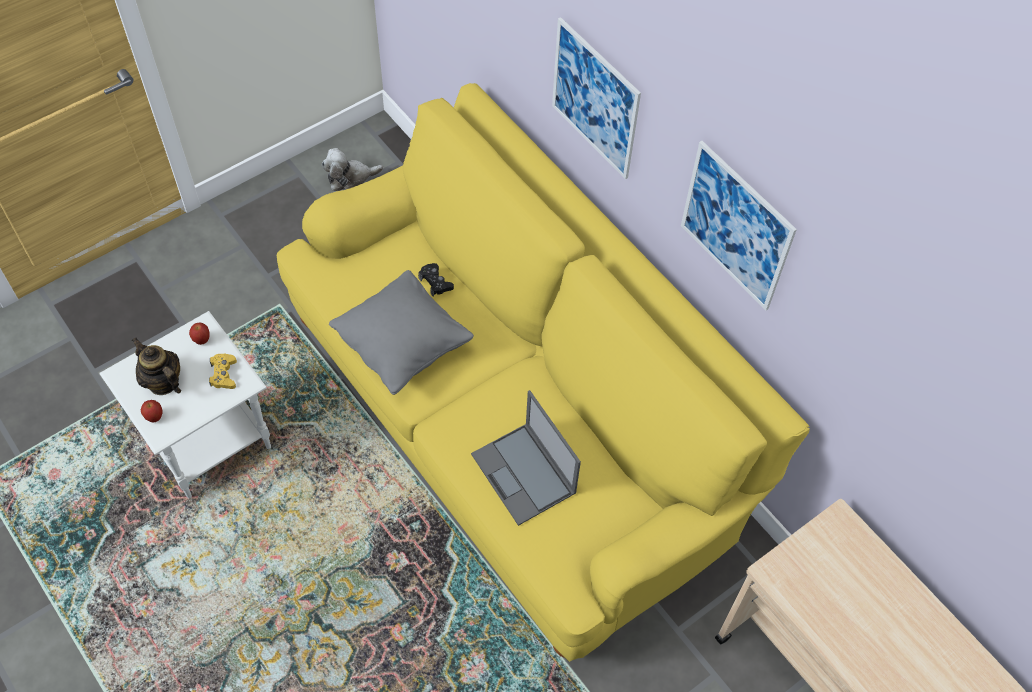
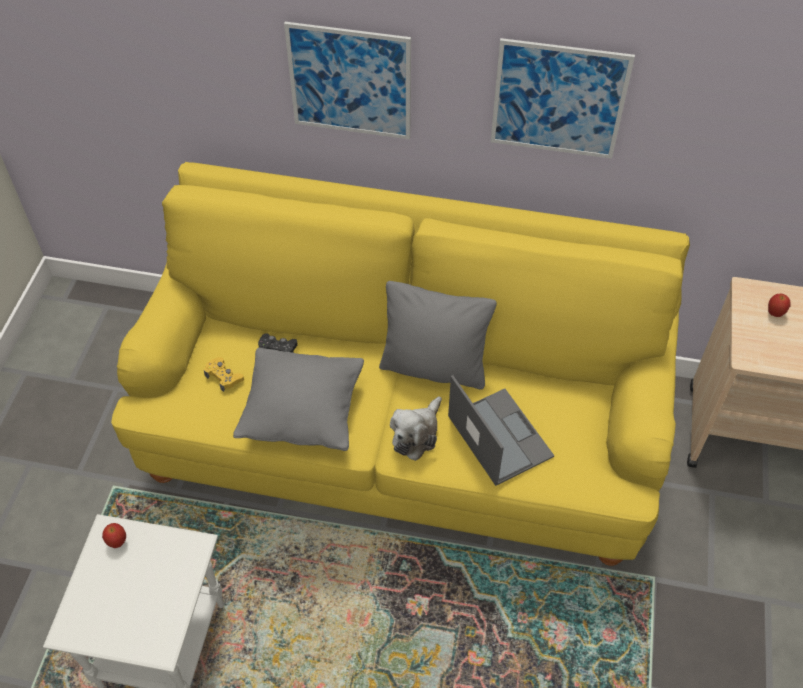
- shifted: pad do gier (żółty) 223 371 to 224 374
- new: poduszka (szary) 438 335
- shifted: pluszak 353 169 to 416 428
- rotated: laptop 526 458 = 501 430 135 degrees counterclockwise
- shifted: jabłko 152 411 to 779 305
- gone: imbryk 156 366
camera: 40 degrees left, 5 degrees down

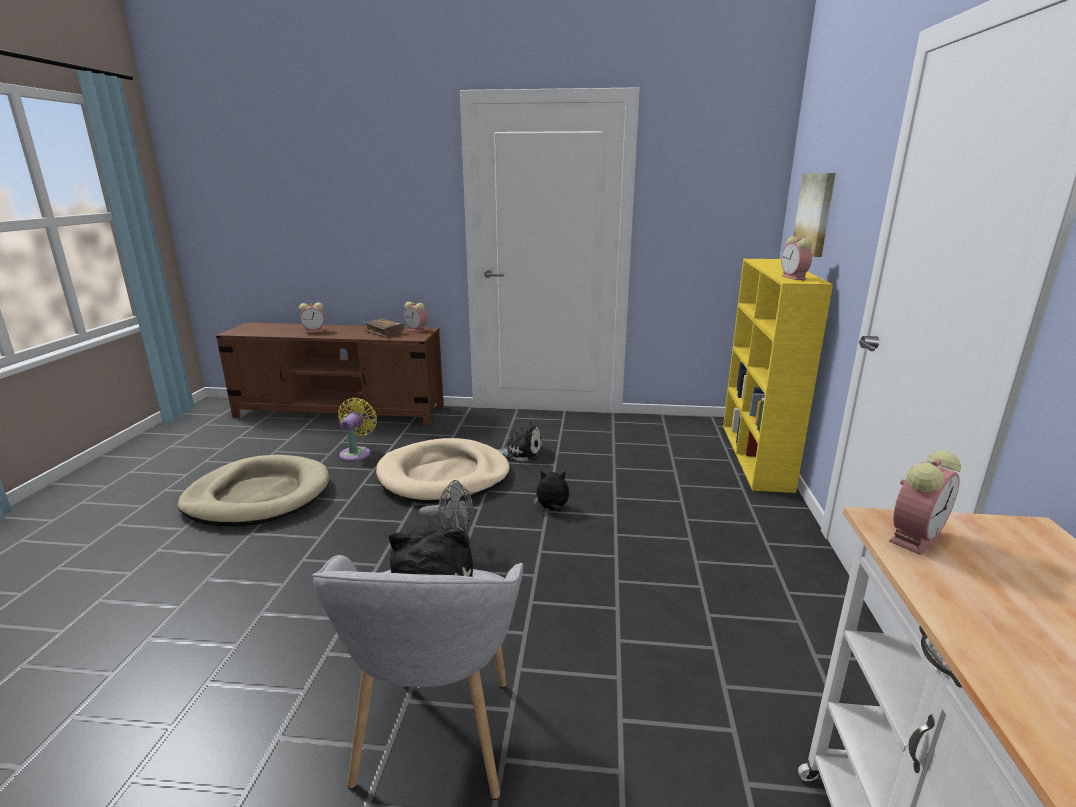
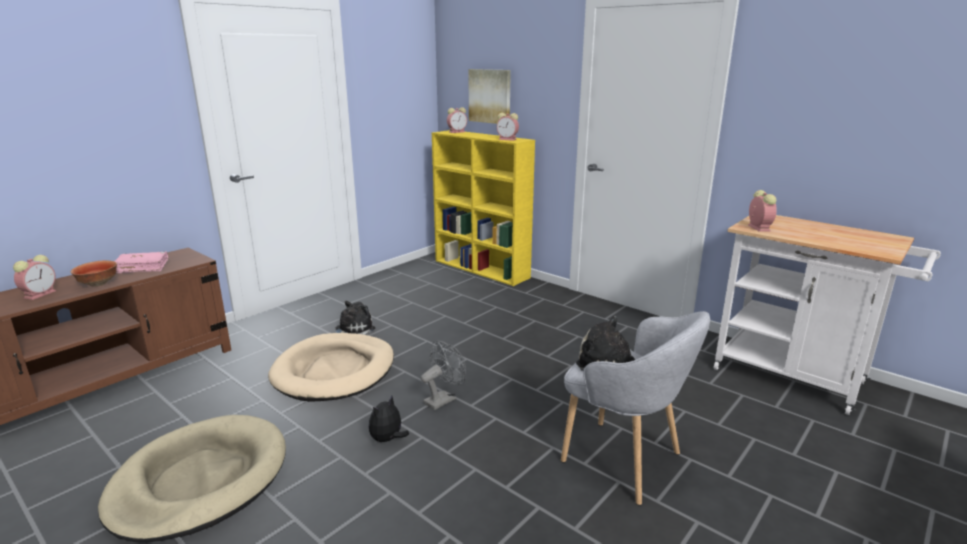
- new: miska 94 274
- repainted: książka (brązowy) 384 328 to książka (różowy) 141 263
- shifted: pluszak 551 491 to 389 419
- shifted: budzik 415 317 to 457 120
- gone: wentylator (żółty) 357 430
camera: 55 degrees left, 0 degrees up

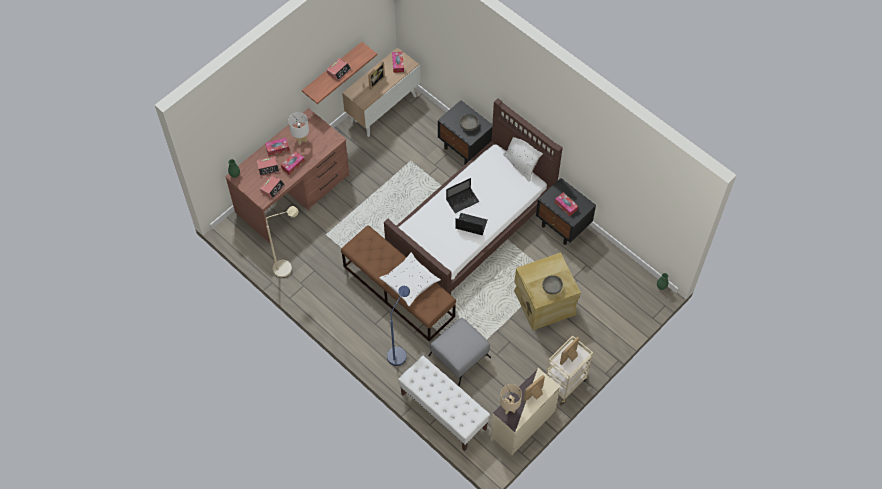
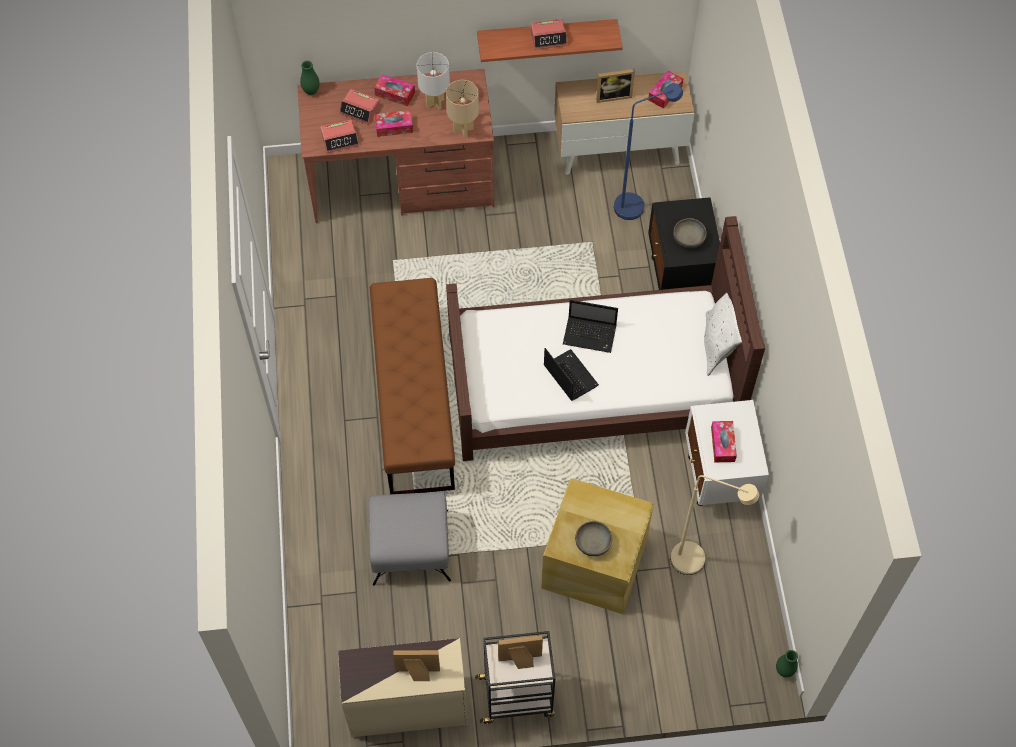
- shifted: lampa stołowa (beżowy) 511 399 to 462 109
- repainted: wózek (beżowy) 569 371 to wózek (czarny) 515 677
- shifted: lampa stojąca (niebieski) 398 326 to 648 151
- shifted: lampa stojąca (beżowy) 282 242 to 715 525
- repainted: szafka nocna (czarny) 566 211 to szafka nocna (biały) 727 453
- gone: poduszka (biały) 410 279
- gone: ławka (biały) 444 403
camera: 40 degrees right, 0 degrees up

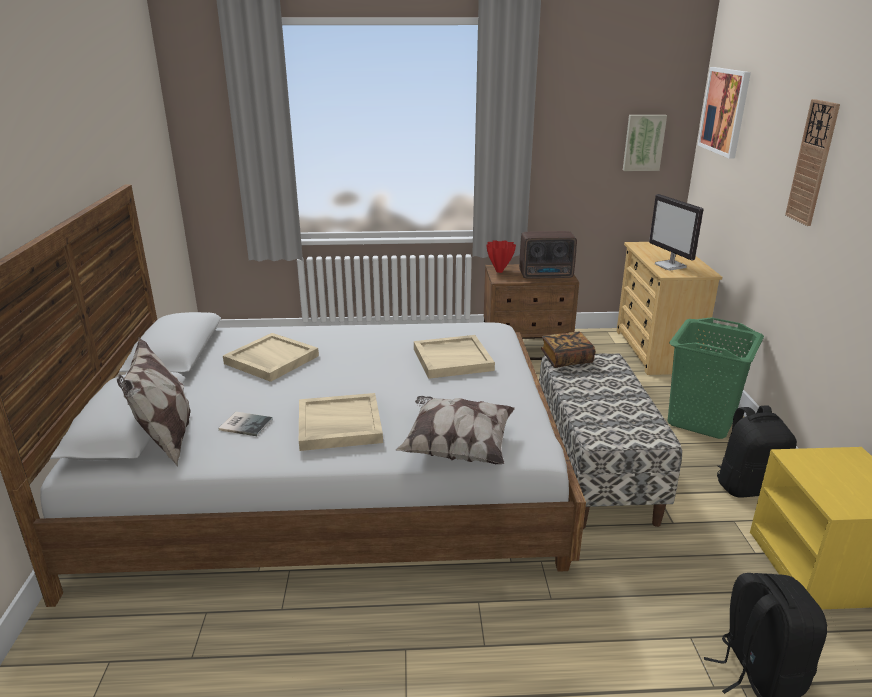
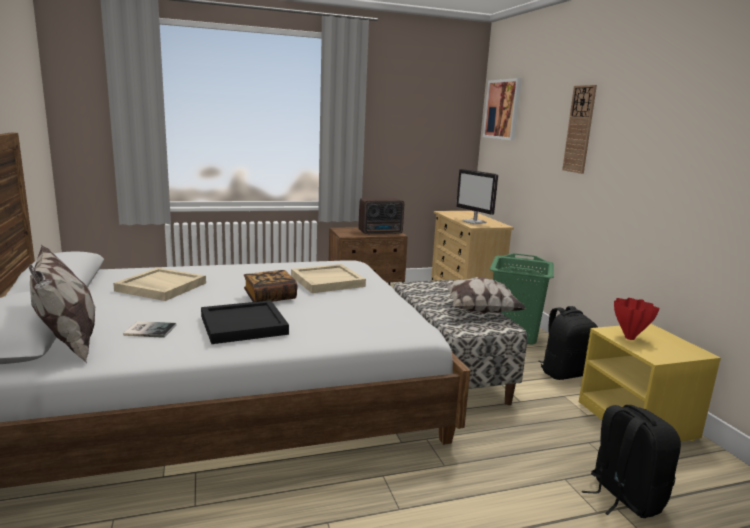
- repainted: taca (beżowy) 341 422 to taca (czarny) 245 322
- shifted: książka 568 350 to 271 286
- shifted: poduszka 455 430 to 482 295
- shifted: wazon (czerwony) 501 256 to 637 319
- gone: obraz 645 143
camera: 15 degrees left, 10 degrees down

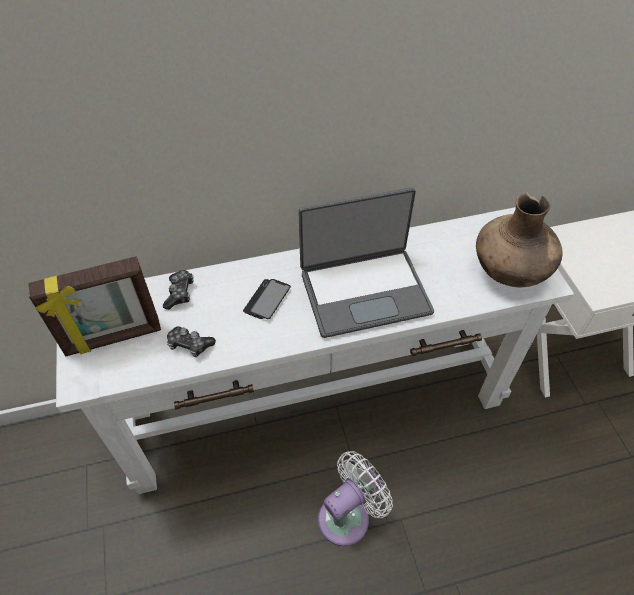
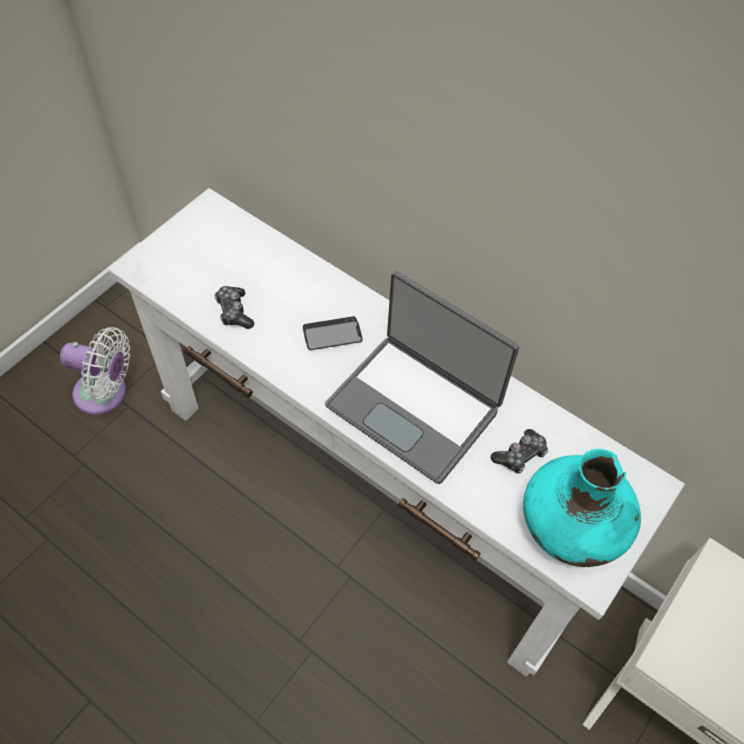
- shifted: wentylator (biały) 355 498 to 95 371
- shifted: pad do gier 178 290 to 519 451
- repainted: wazon (brązowy) 519 240 to wazon (turkusowy) 582 508
- gone: ramka na zdjęcie 94 306
camera: 50 degrees right, 5 degrees up

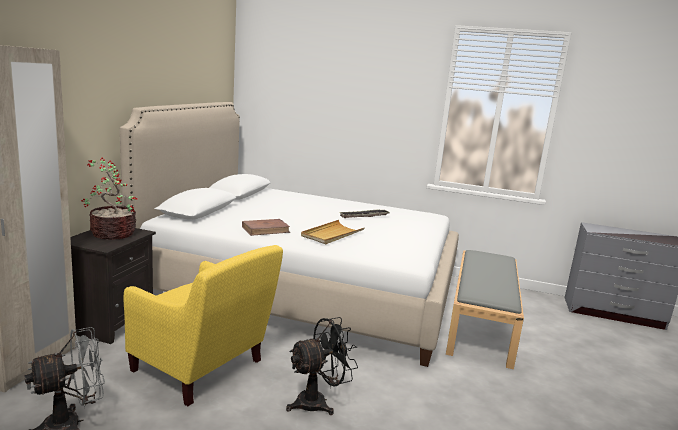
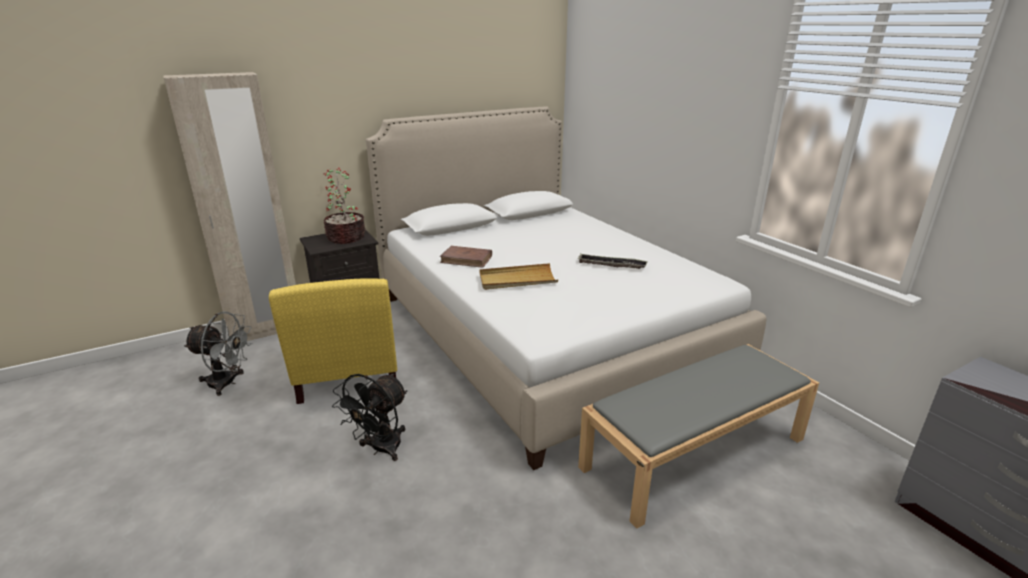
- rotated: wentylator (czarny) 322 366 = 369 417 105 degrees clockwise
camera: 45 degrees right, 10 degrees up

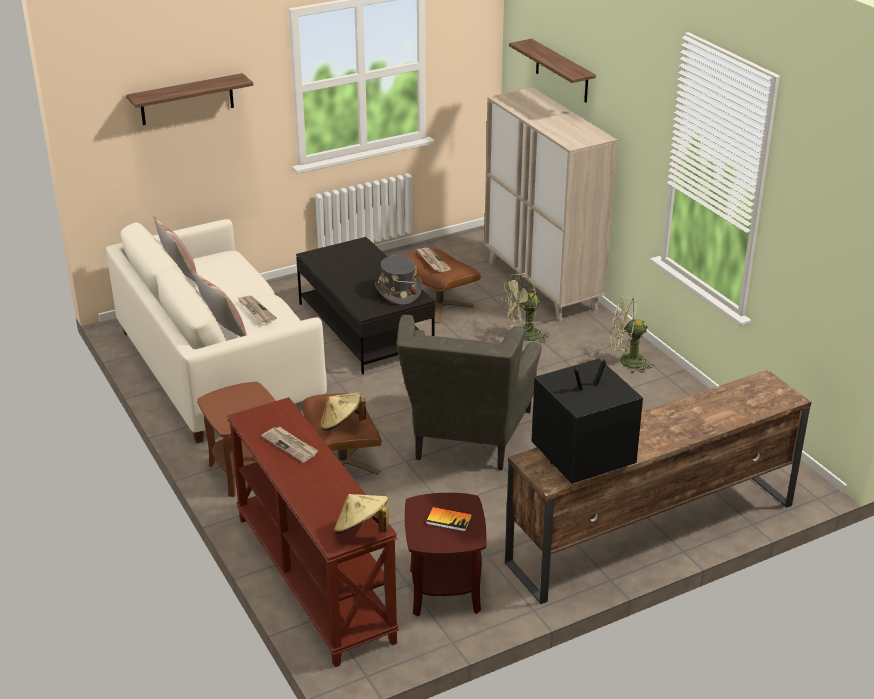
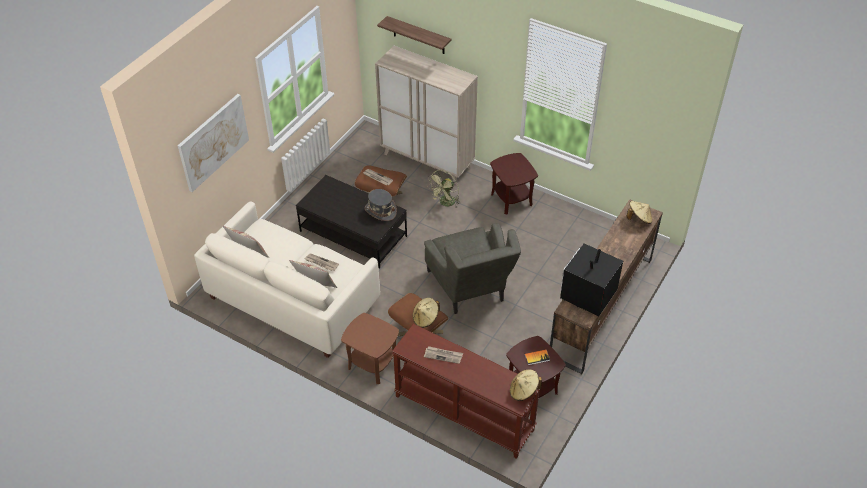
- swapped: półka 189 99 to obraz 213 143
- swapped: wentylator (zielony) 632 335 to stolik (brązowy) 514 183
- new: kapelusz (beżowy) 639 212
camera: 30 degrees left, 15 degrees up

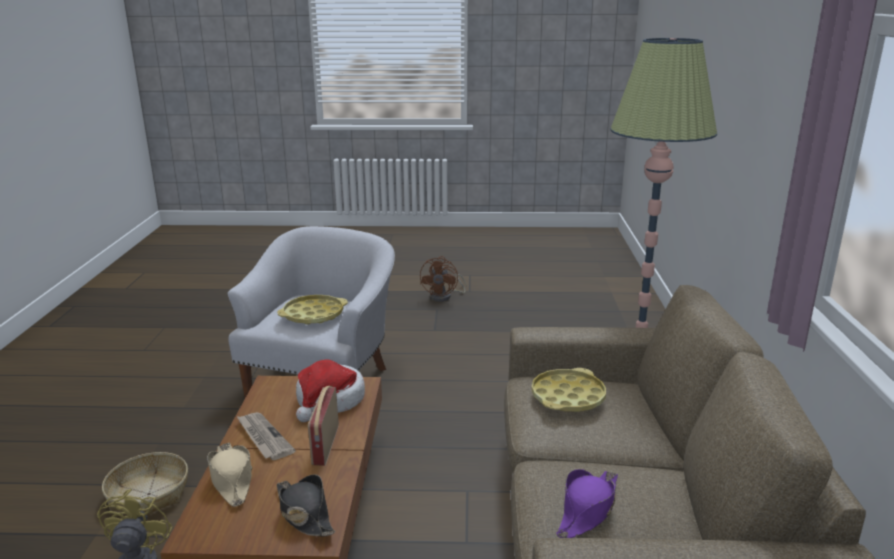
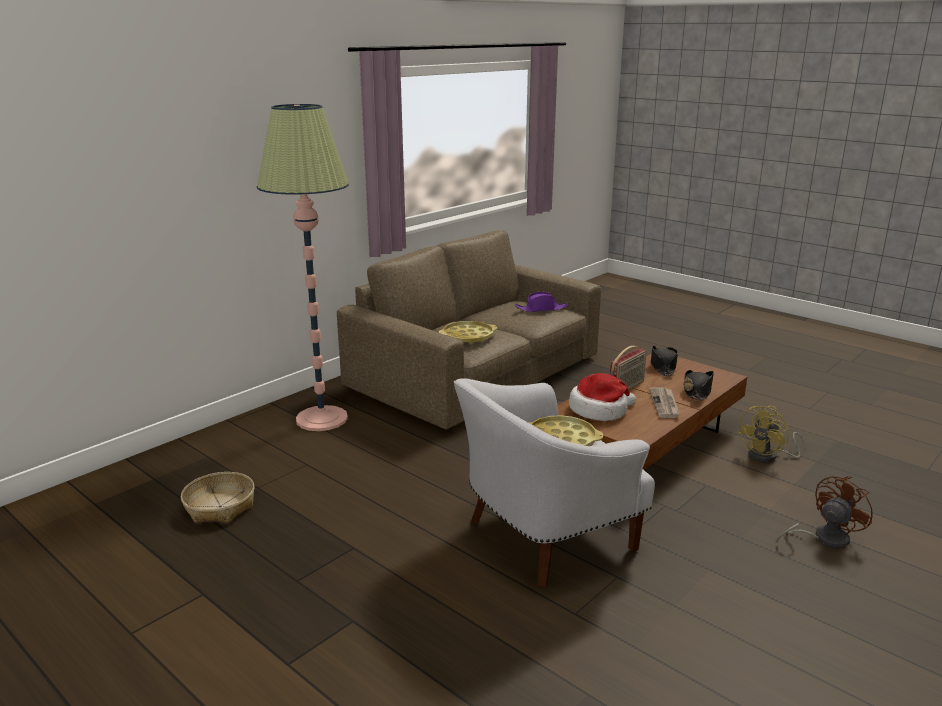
- shifted: koszyk 145 484 to 218 497
- repainted: kapelusz (beżowy) 229 475 to kapelusz (czarny) 698 385
- shifted: wentylator (brązowy) 443 279 to 824 512
camera: 140 degrees left, 0 degrees up

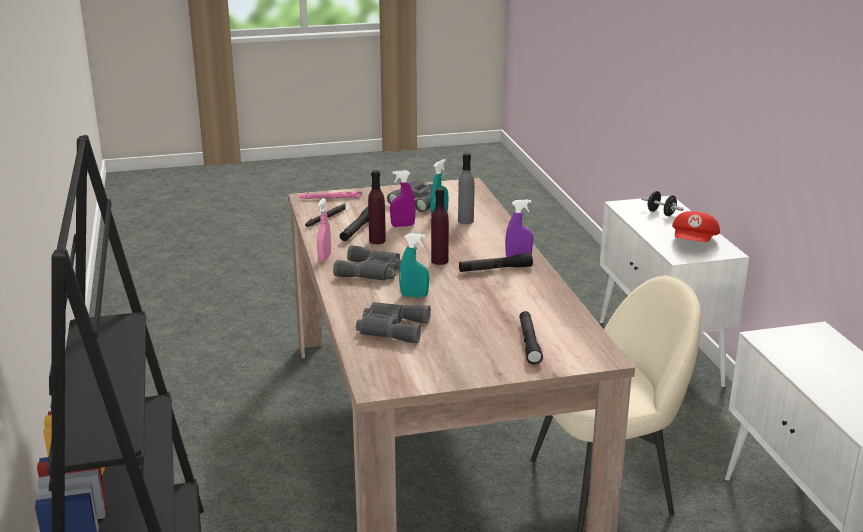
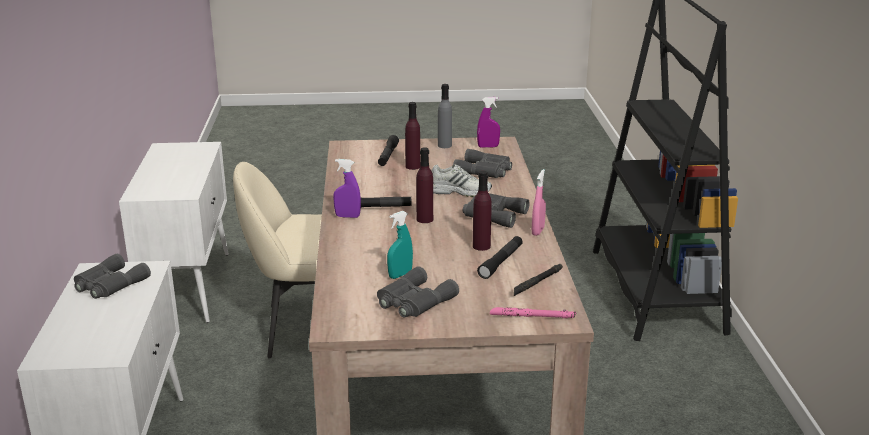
- swapped: czapka z daszkiem (czerwony) 696 226 to lornetka (szary) 112 276
- new: butelka (fioletowy) 412 136
- swapped: spryskiwacz (turkusowy) 414 265 to but (biały) 462 180
- shifted: butelka (szary) 466 188 to 445 116
- shifted: spryskiwacz (fioletowy) 403 198 to 488 122
- gone: hantel (czarny) 662 203
camera: 170 degrees left, 0 degrees up

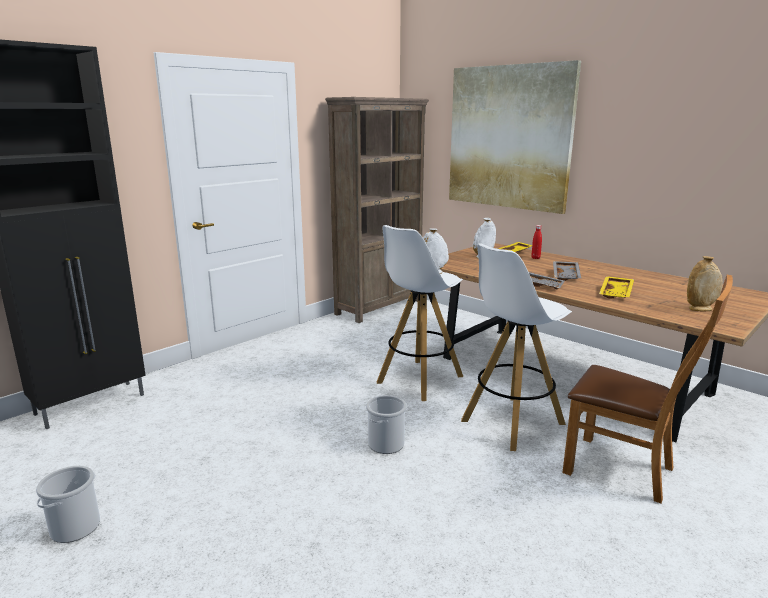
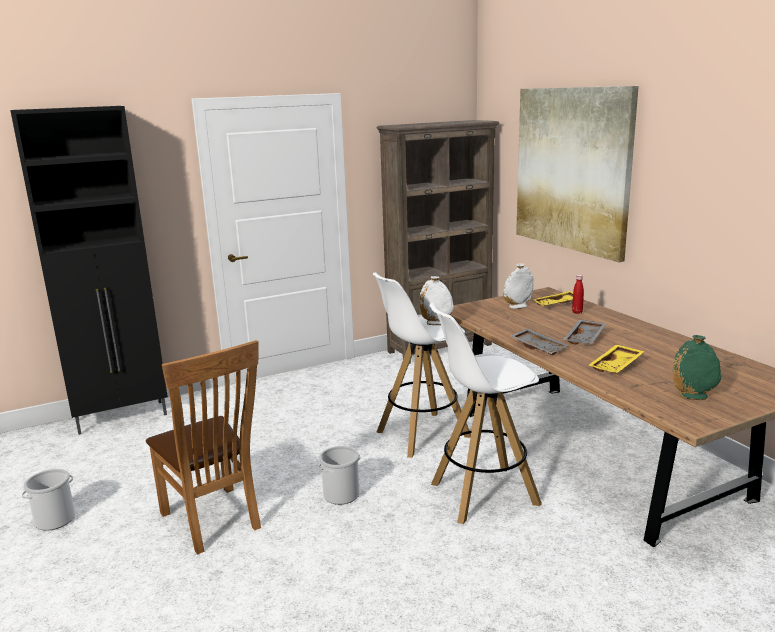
- shifted: krzesło (brązowy) 647 389 to 203 447
- repainted: wazon (beżowy) 705 283 to wazon (zielony) 697 367
camera: 20 degrees right, 0 degrees up

